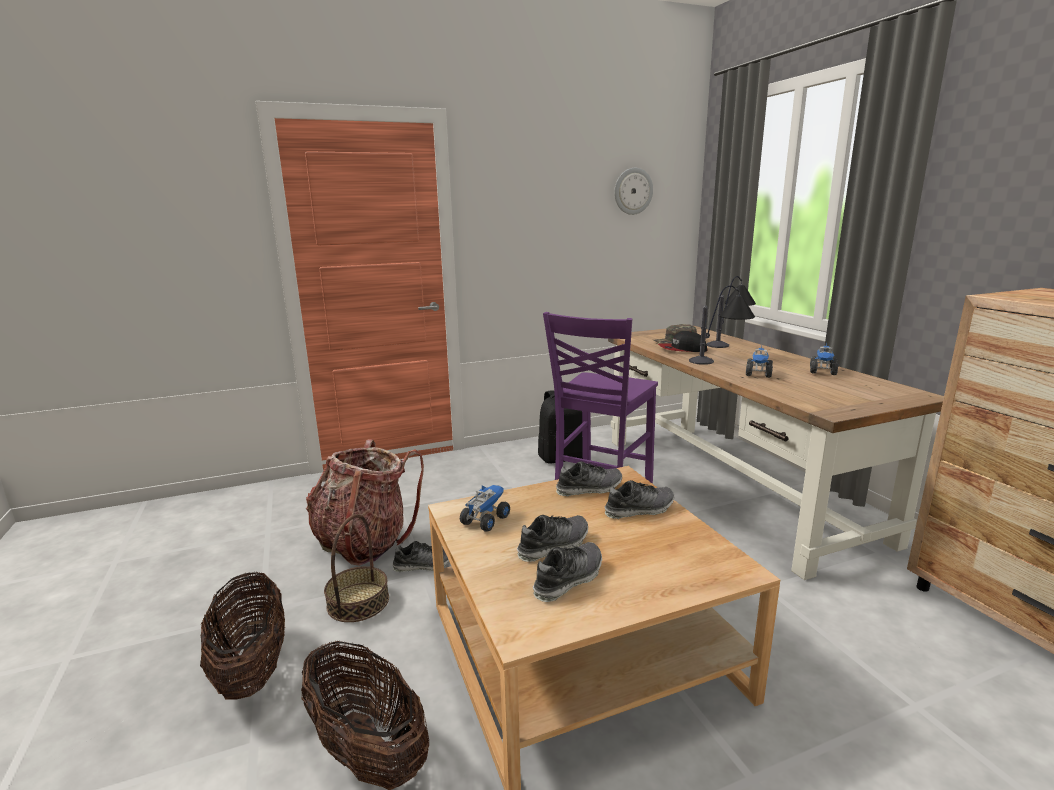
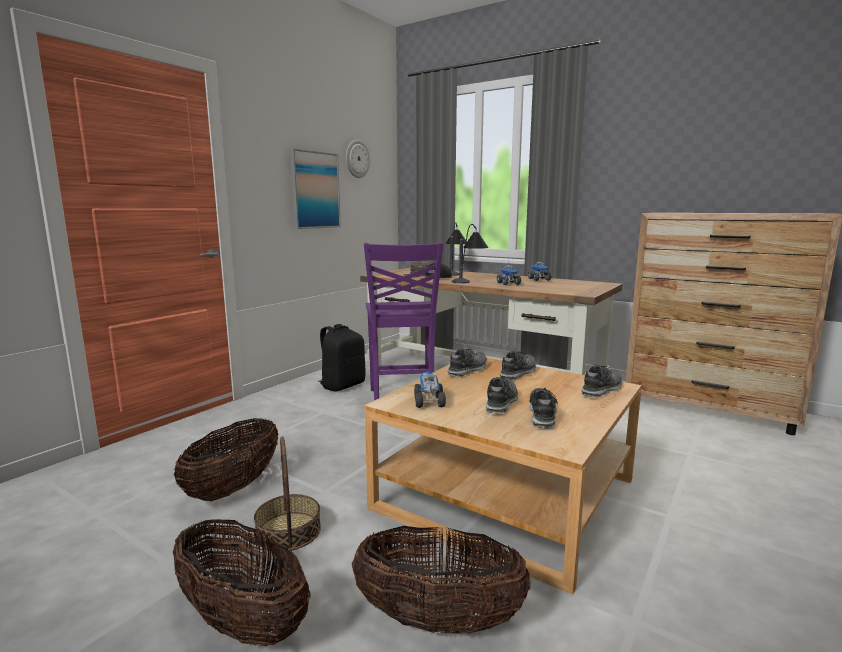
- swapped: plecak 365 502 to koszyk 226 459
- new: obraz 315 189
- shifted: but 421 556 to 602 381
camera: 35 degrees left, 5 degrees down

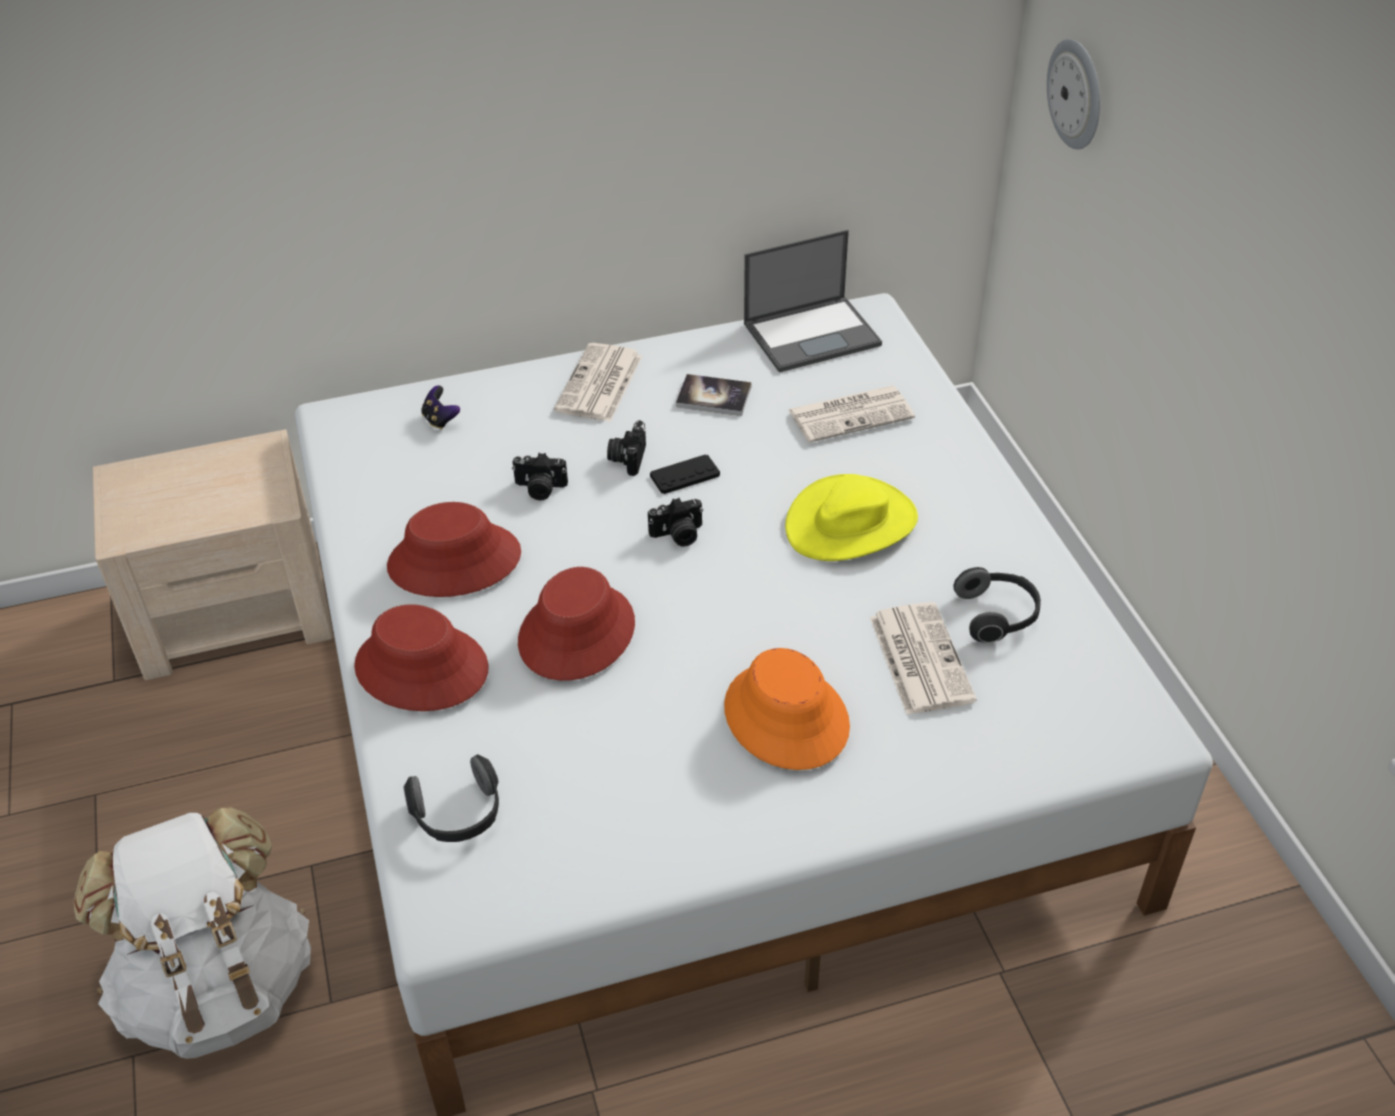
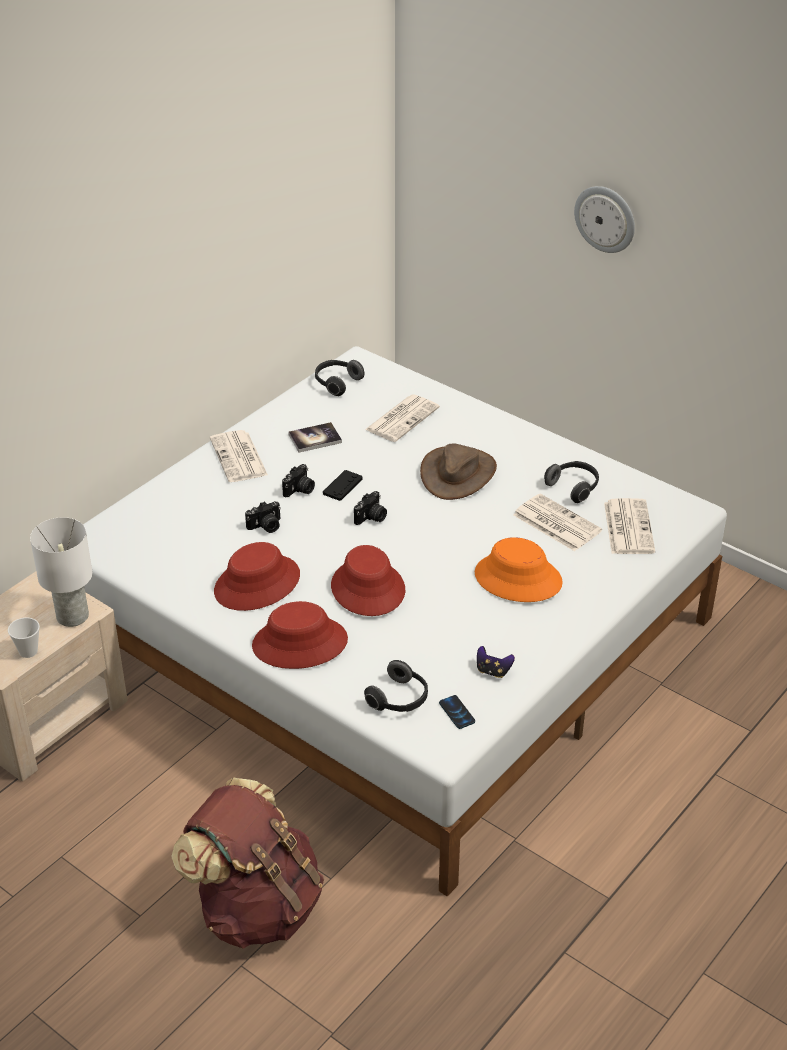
- new: filiżanka 24 638
- new: lampa stołowa (biały) 61 572
- repainted: plecak (biały) 192 933 to plecak (brązowy) 247 863
- rotated: aparat fotograficzny 626 448 = 298 480 120 degrees counterclockwise
- swapped: laptop 813 301 to słuchawki 339 378
- repainted: kapelusz (żółty) 851 517 to kapelusz (brązowy) 458 472
- new: telefon 457 712
- shifted: pad do gier 440 407 to 496 662
- shifted: zegar ścienny 1073 94 to 604 219
- new: gazeta 629 526
camera: 35 degrees left, 5 degrees down

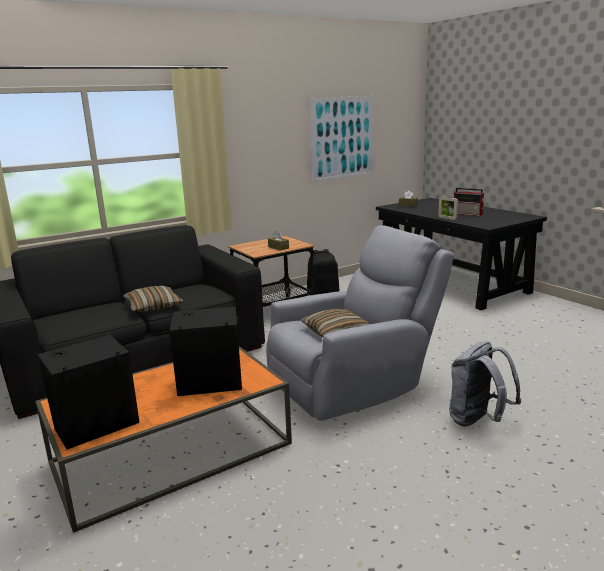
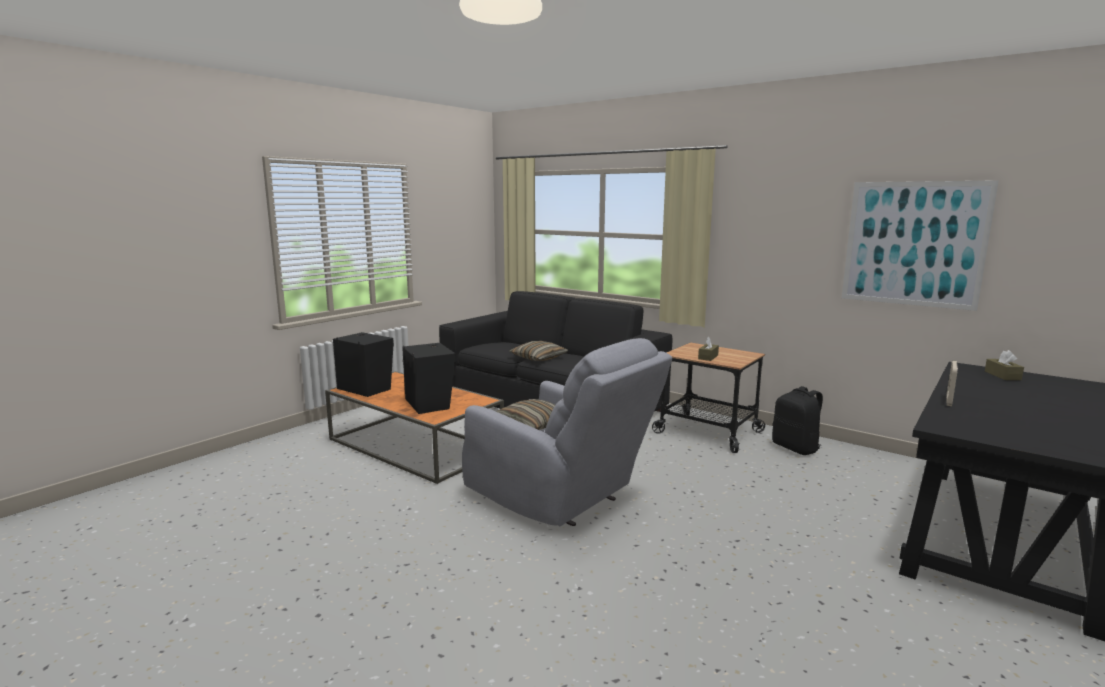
- gone: plecak (szary) 485 384
- gone: radio 469 202
camera: 70 degrees right, 5 degrees down

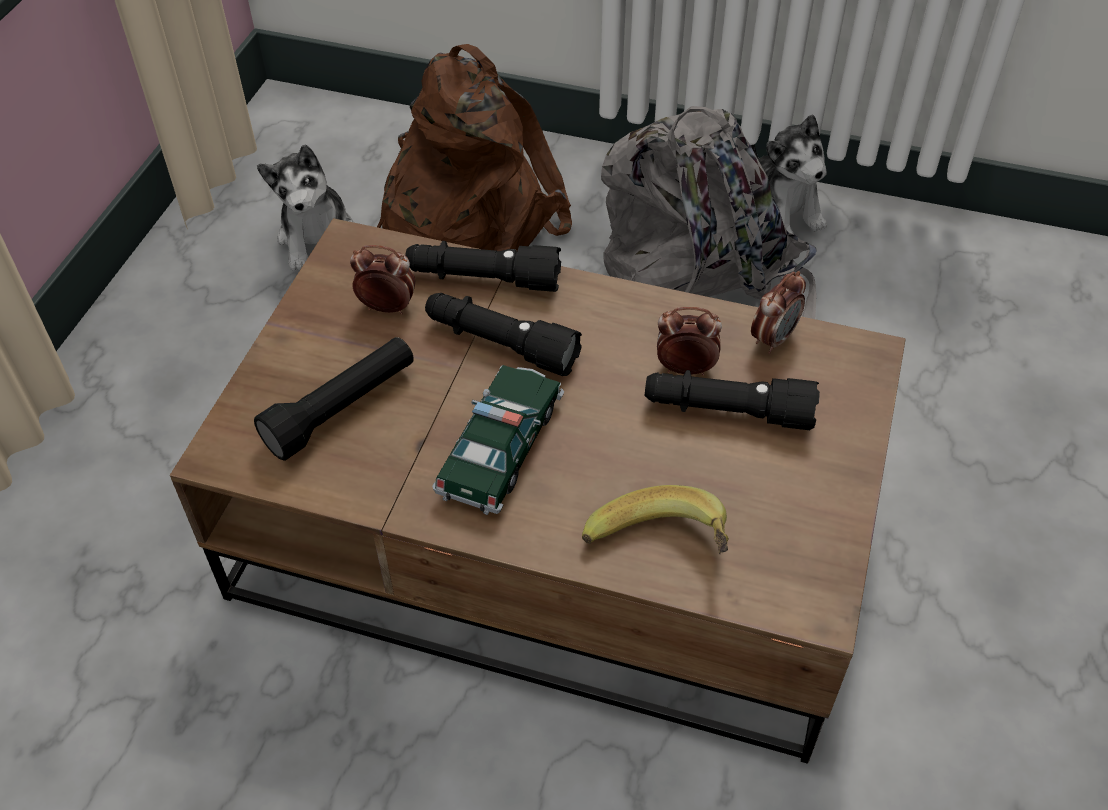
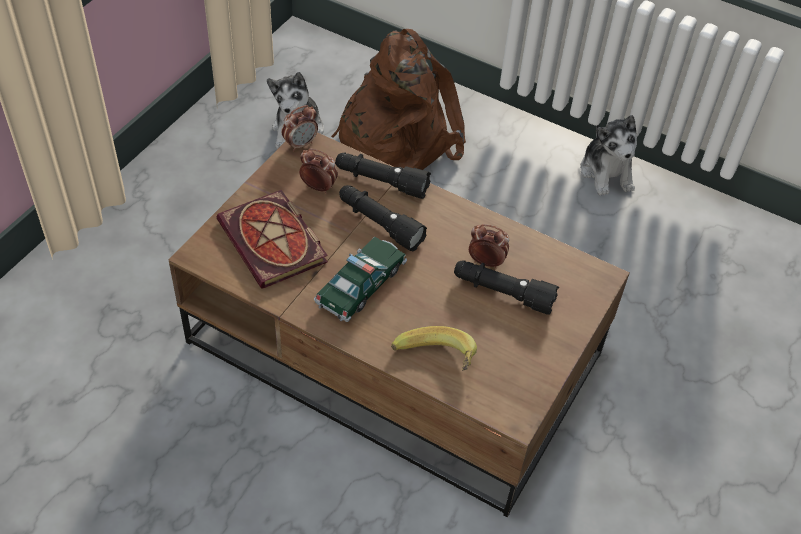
- swapped: latarka (czarny) 334 399 to książka 272 239
- shifted: budzik 778 312 to 300 128
- gone: plecak (szary) 709 212
camera: 10 degrees right, 0 degrees up

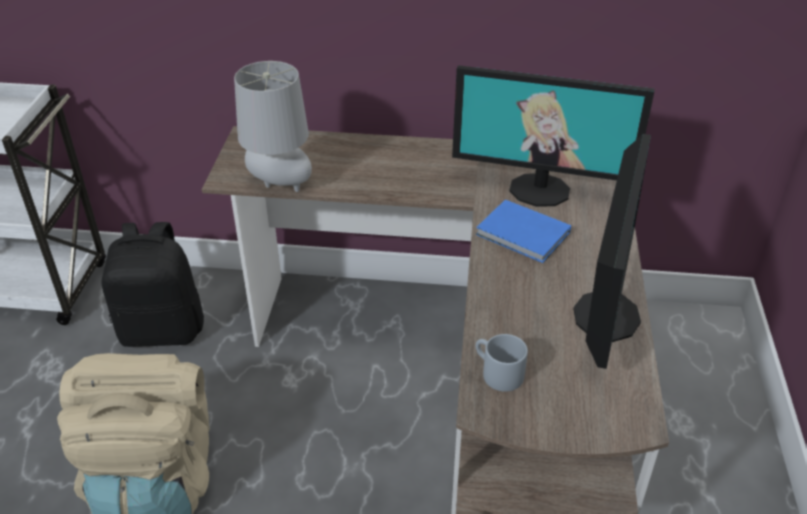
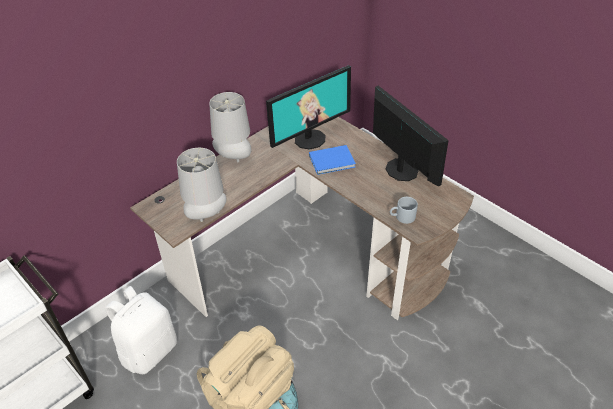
- repainted: plecak (czarny) 153 284 to plecak (biały) 141 330
- new: lampa stołowa (szary) 230 127
camera: 50 degrees left, 5 degrees up

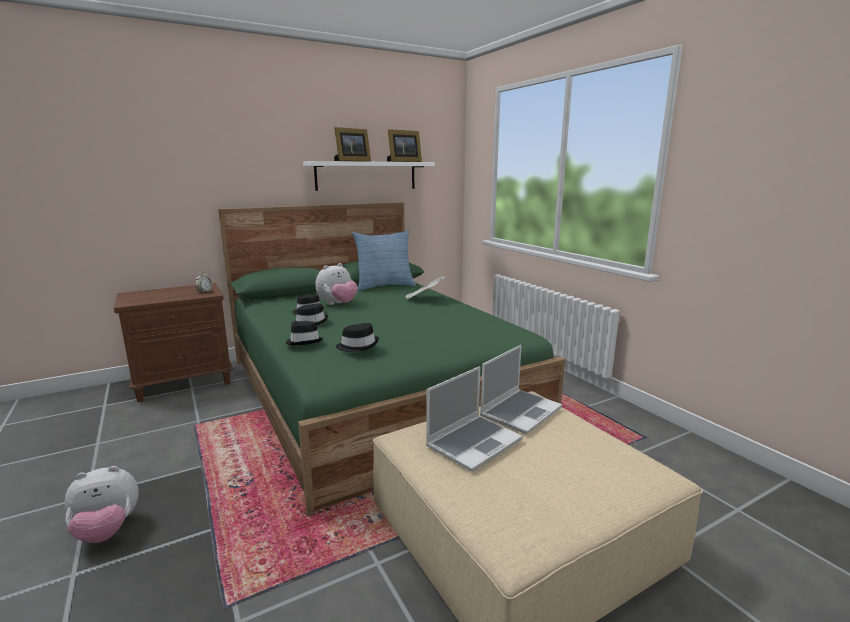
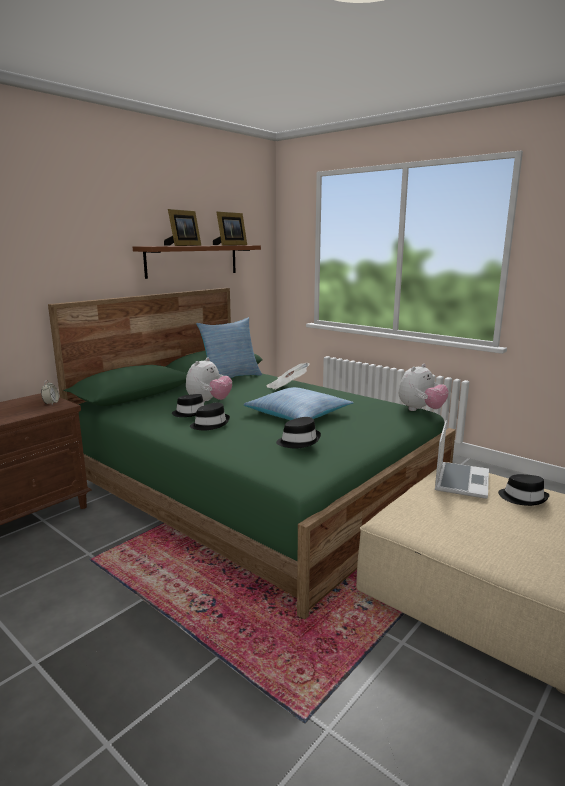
- repainted: półka (biały) 369 176 to półka (brązowy) 197 262
- new: poduszka 299 403
- shifted: pluszak 101 504 to 424 387
- shifted: kapelusz (czarny) 304 333 to 523 490
- gone: laptop 474 419
camera: 20 degrees left, 0 degrees up

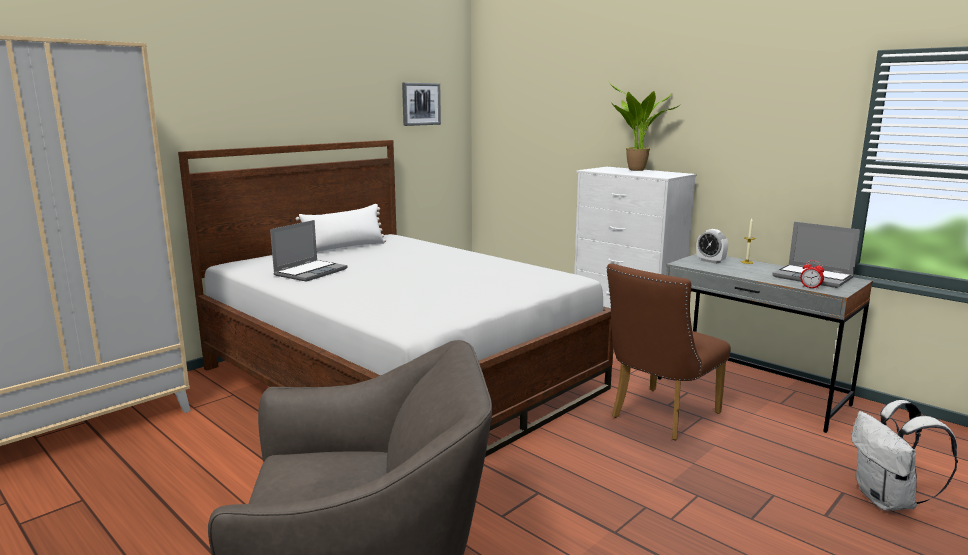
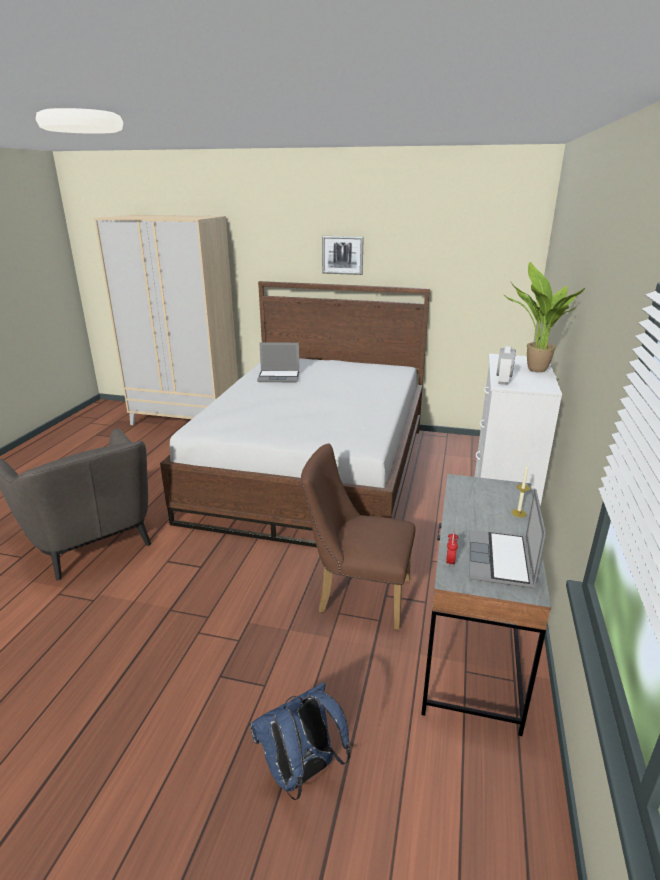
- repainted: plecak (biały) 904 455 to plecak (niebieski) 300 741
- shifted: obraz 421 104 to 343 255
- shifted: budzik 712 246 to 506 365
- gone: poduszka (biały) 341 228
camera: 60 degrees right, 10 degrees up

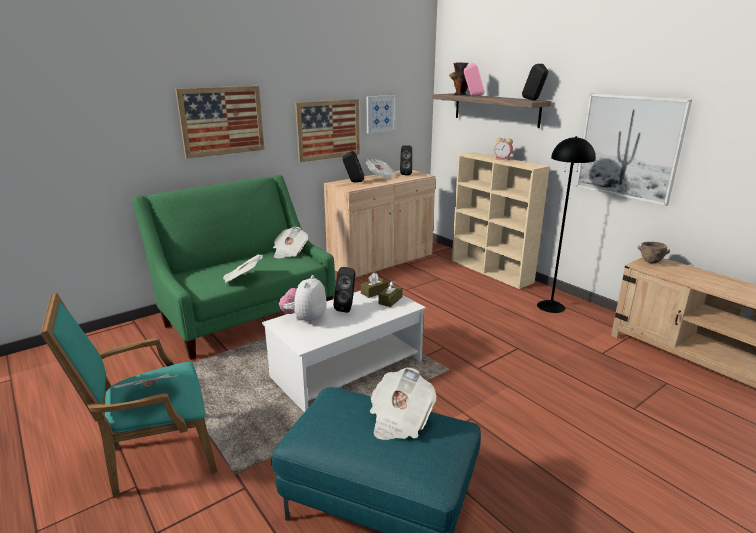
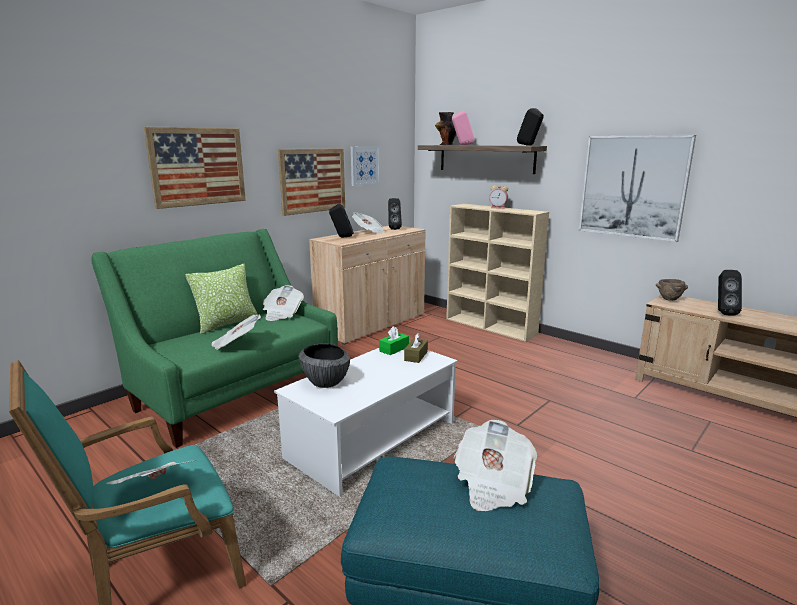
- new: poduszka 221 299
- swapped: pluszak 303 299 to miska 324 365
- repainted: pudełko chusteczek (brązowy) 374 285 to pudełko chusteczek (zielony) 394 340
- shifted: głośnik (czarny) 344 290 to 730 292
- gone: lampa stojąca (czarny) 566 224
camera: 10 degrees left, 5 degrees down

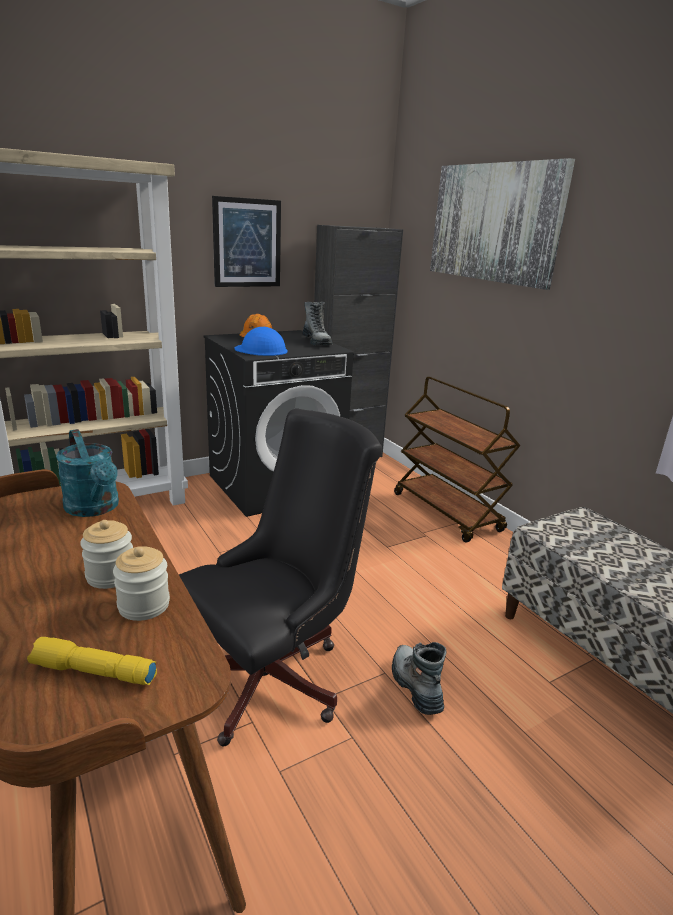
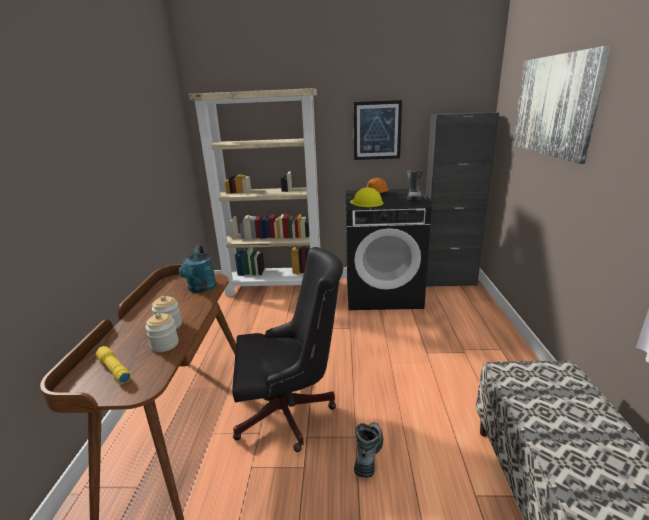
- repainted: kask (niebieski) 261 341 to kask (żółty) 366 197
- gone: wózek (brązowy) 457 459
camera: 35 degrees right, 0 degrees up

